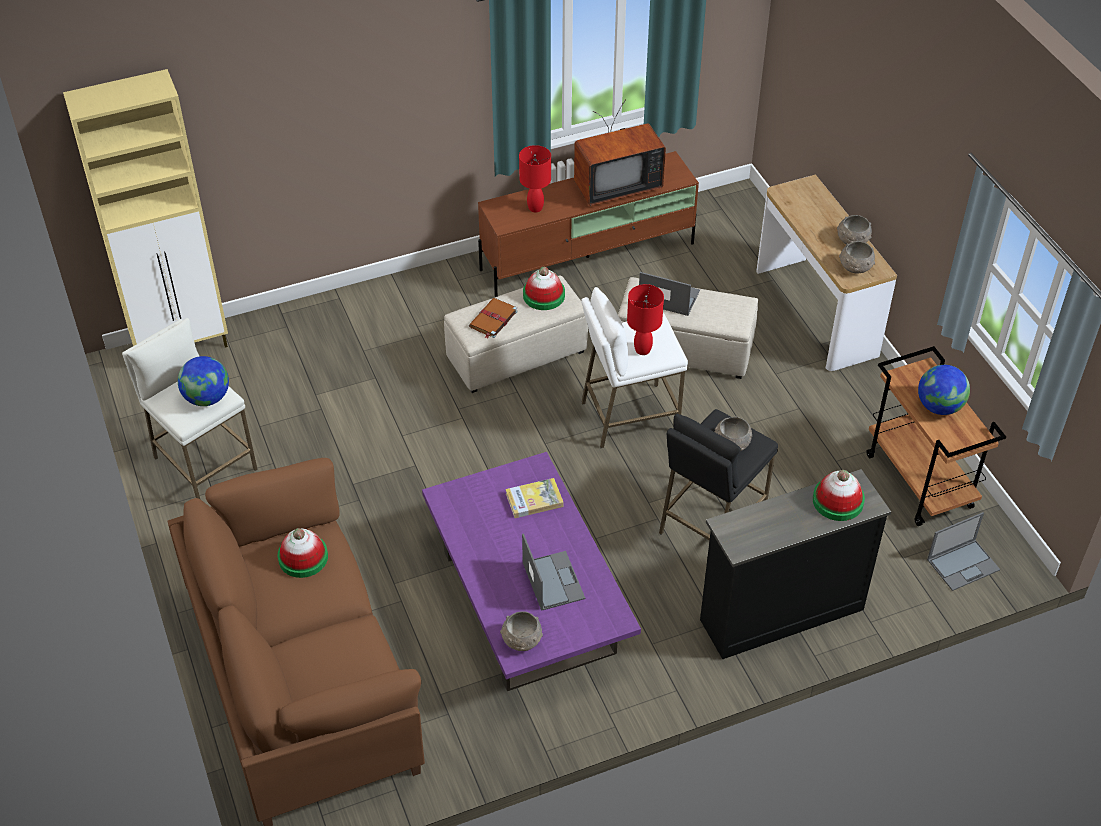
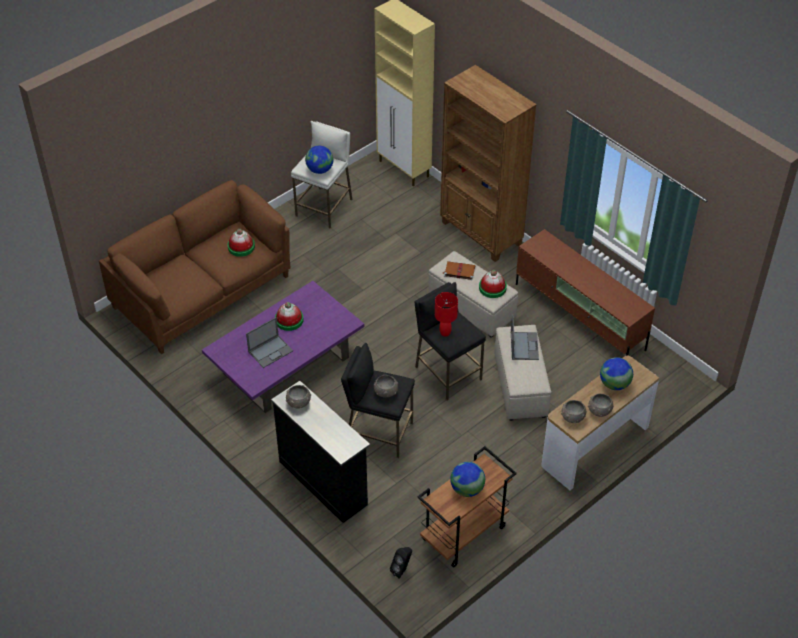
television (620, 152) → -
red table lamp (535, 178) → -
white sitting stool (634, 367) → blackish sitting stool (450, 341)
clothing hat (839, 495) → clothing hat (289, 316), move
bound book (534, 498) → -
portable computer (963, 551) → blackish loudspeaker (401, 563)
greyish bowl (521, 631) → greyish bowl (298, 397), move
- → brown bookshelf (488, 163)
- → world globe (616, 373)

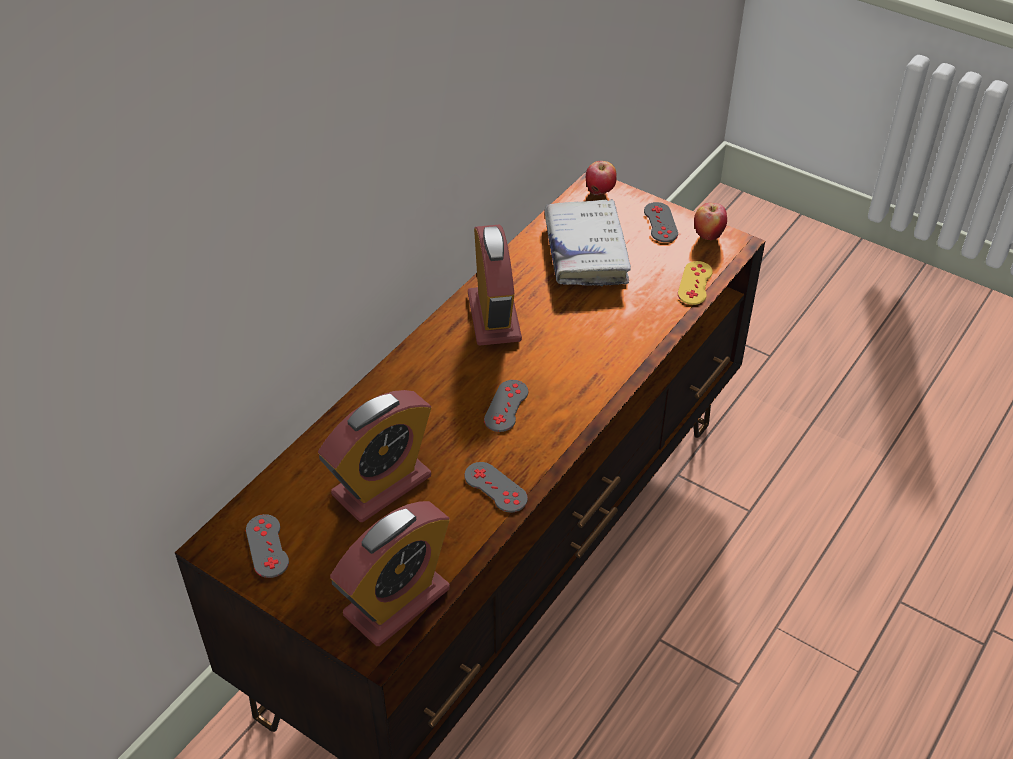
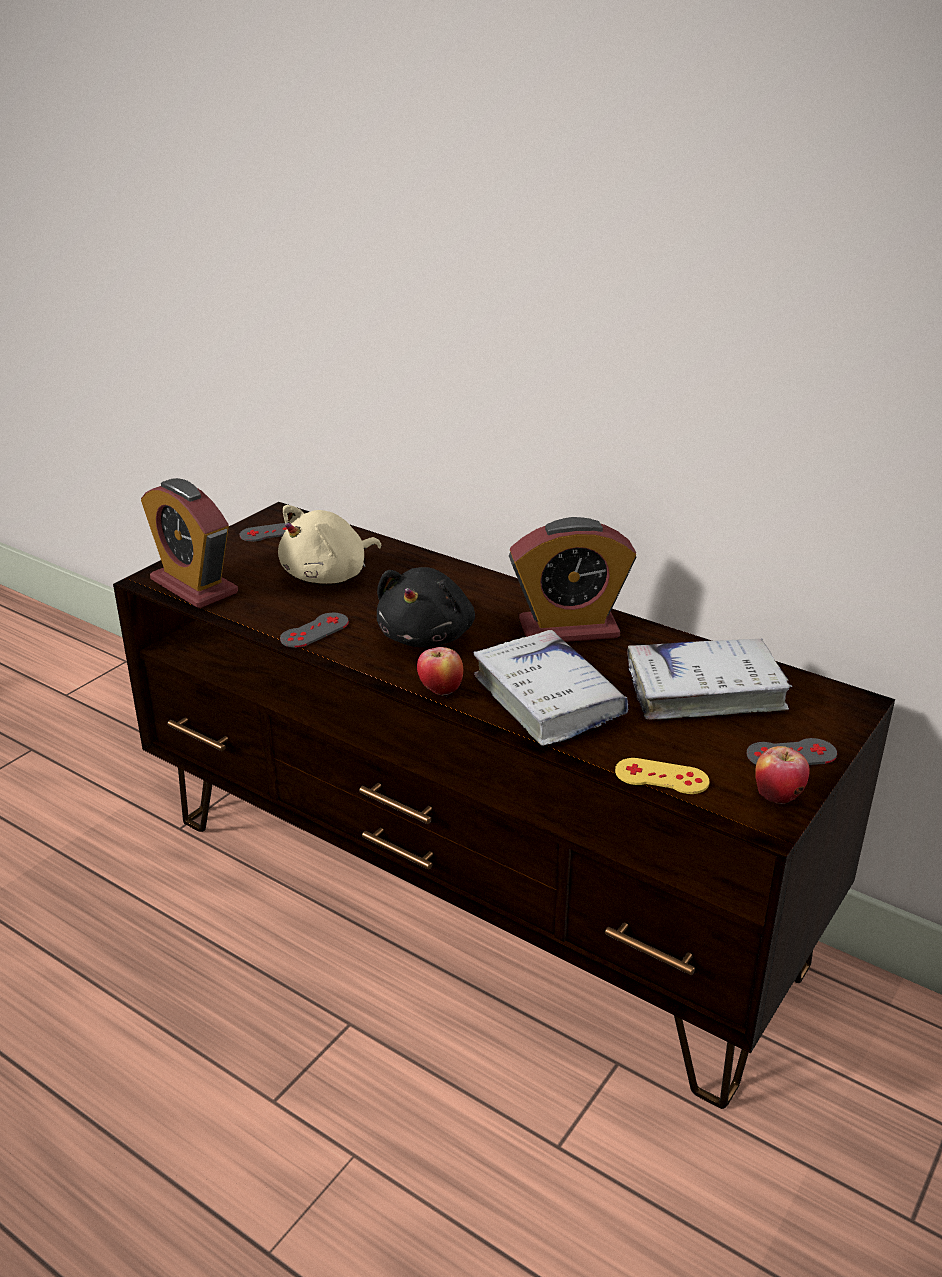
apple fruit (601, 178) → apple fruit (440, 671), move
greyish joypad (506, 406) → blackish soft toy (426, 607)
alarm clock (374, 456) → beige soft toy (329, 544)
- → white bound book (550, 688)

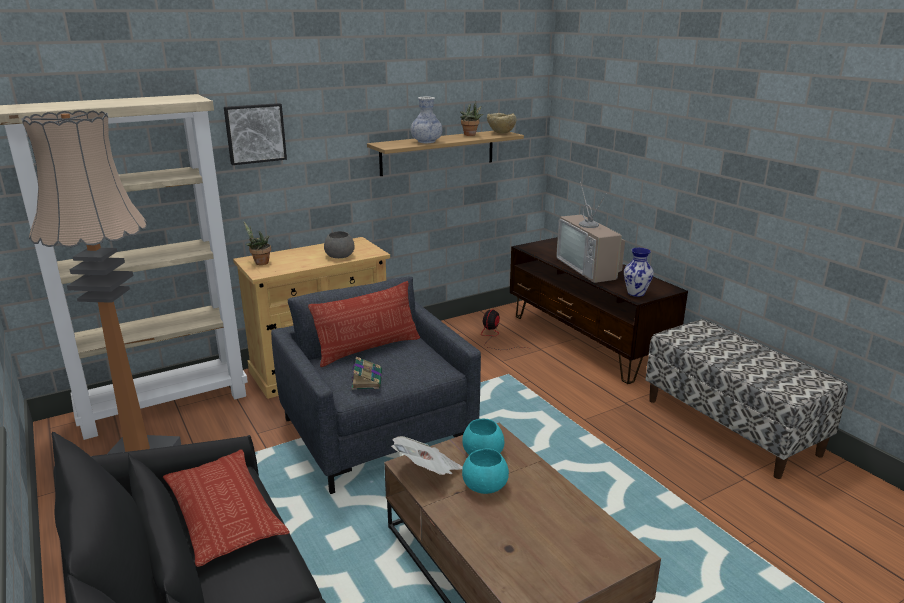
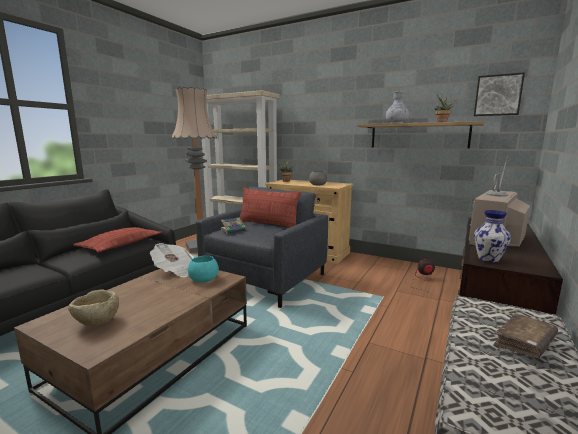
wall art (255, 134) → wall art (499, 94), move
beige bowl (501, 123) → beige bowl (93, 307), move
blue-green bowl (485, 471) → -
- → brown bound book (526, 335)

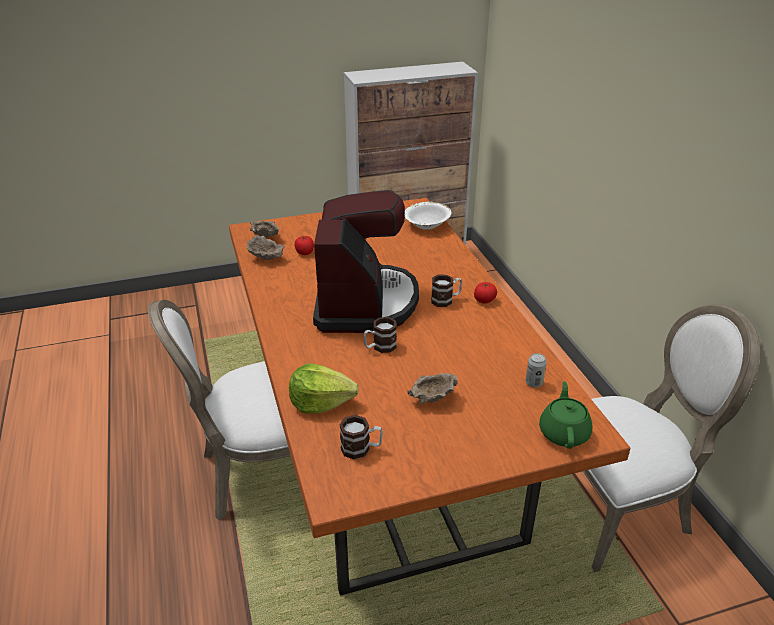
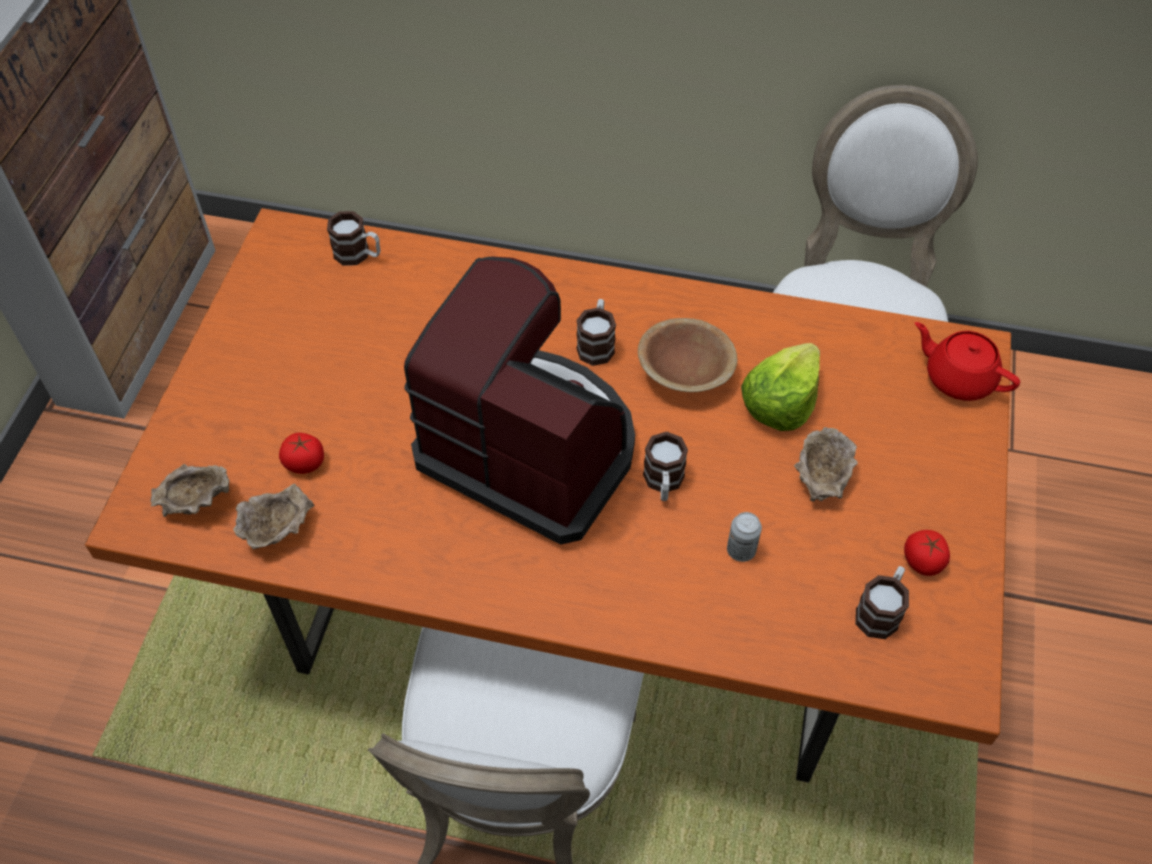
white bowl (428, 216) → coffee mug (354, 238)
whole tomato (485, 292) → whole tomato (927, 553), move
sealed can (536, 370) → sealed can (744, 537), move
lettuce head (324, 389) → lettuce head (780, 387), move
greenish teapot (565, 415) → red teapot (967, 361)
- → brown bowl (687, 355)

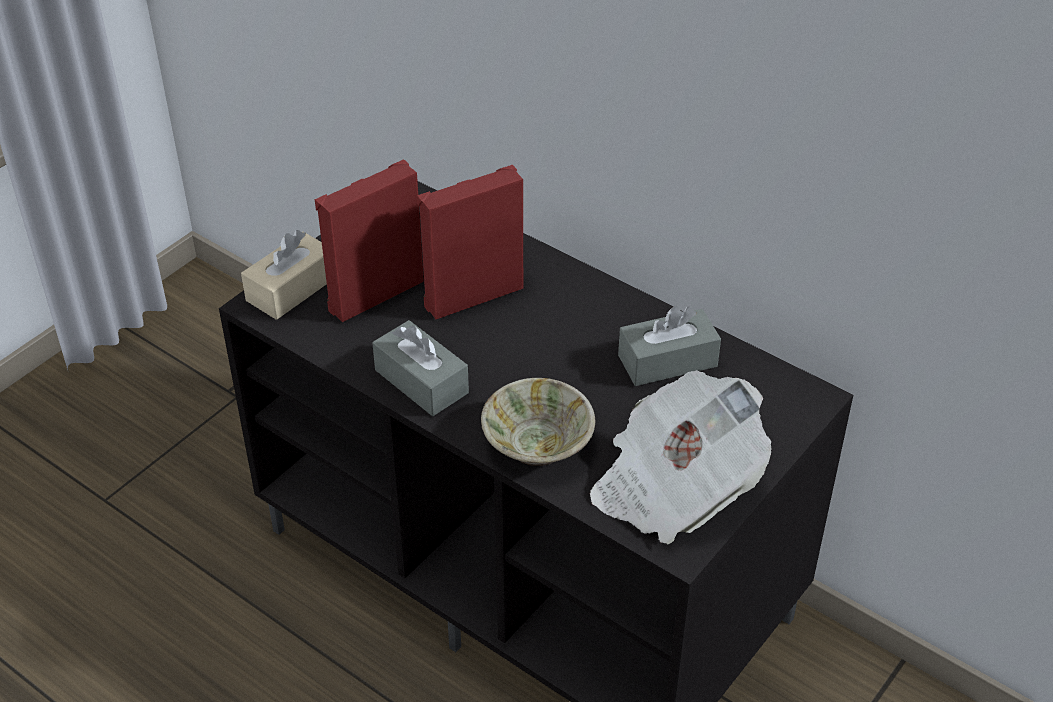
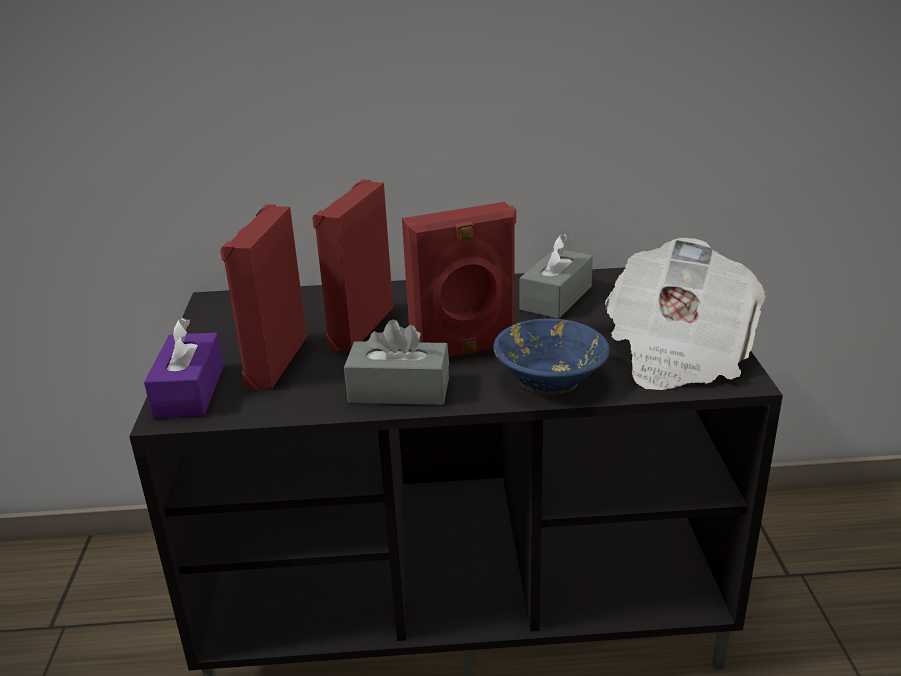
beige box of tissues (284, 275) → purplish box of tissues (184, 368)
beige bowl (538, 422) → bluish bowl (551, 356)
- → red loudspeaker (459, 280)

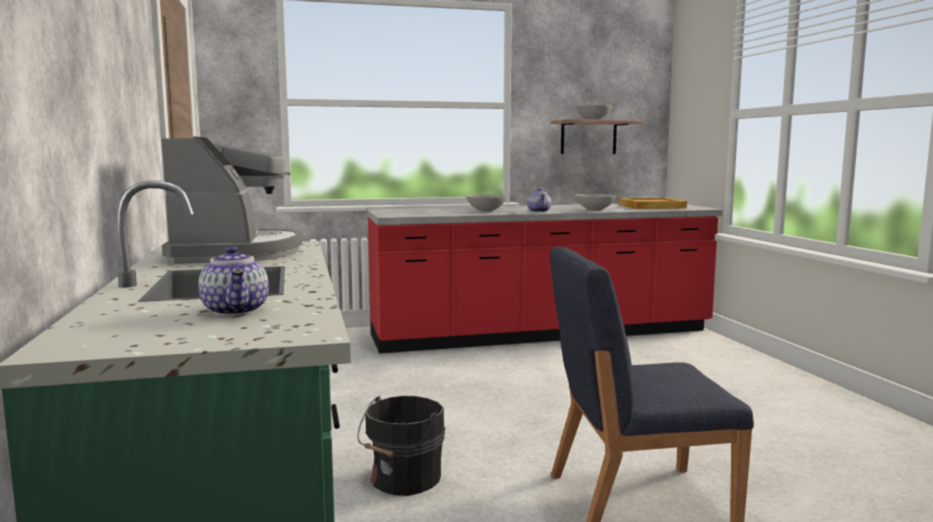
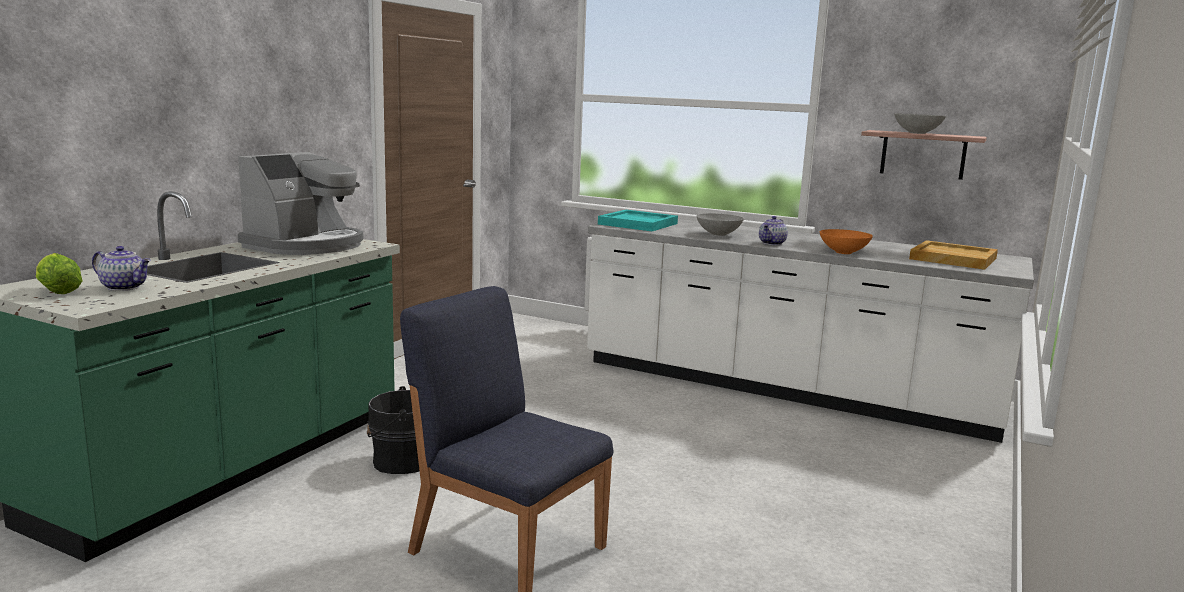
greyish bowl (595, 202) → orange bowl (846, 241)
red counter (544, 278) → white counter (810, 331)
teapot (233, 281) → teapot (121, 268), 90 degrees counterclockwise
- → blue-green serving tray (638, 220)
- → lettuce head (59, 273)

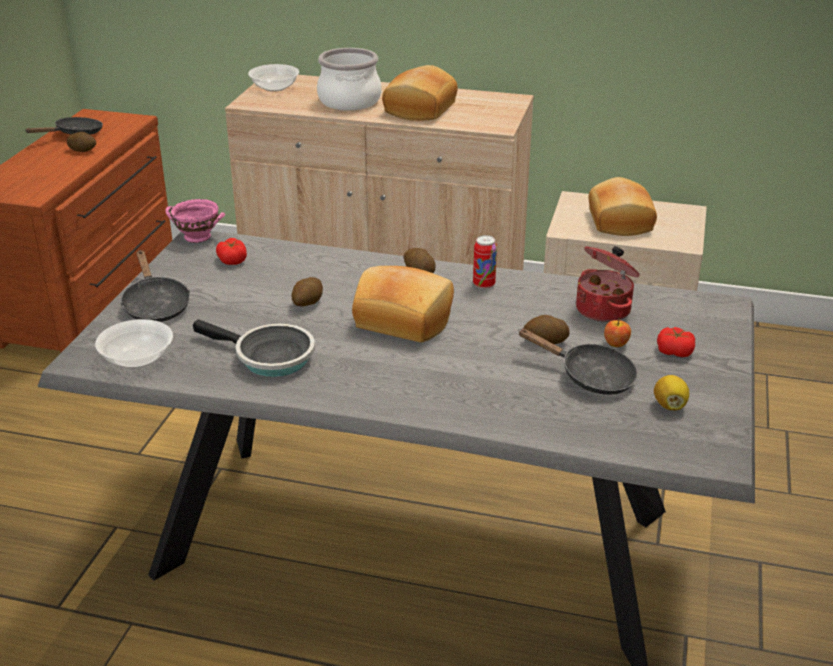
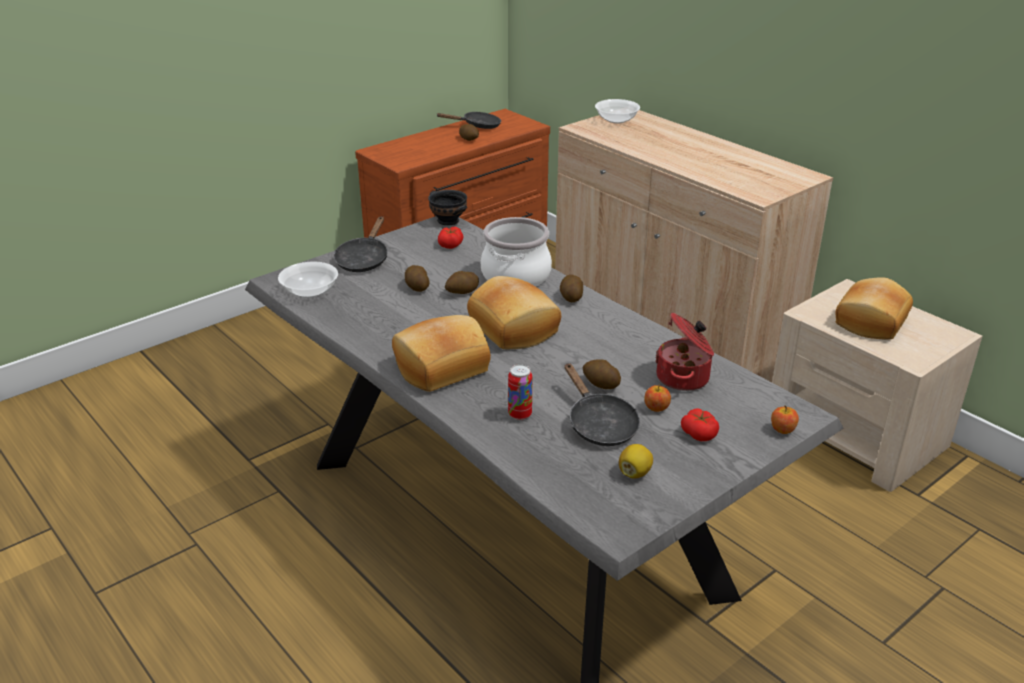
stockpot (349, 79) → stockpot (516, 251), move
baked bread (420, 93) → baked bread (441, 353), move
pink-coloured bowl (195, 221) → blackish bowl (447, 207)
sealed can (485, 262) → sealed can (520, 392), move
frying pan (254, 348) → -
- → whole potato (417, 278)
- → apple fruit (785, 419)

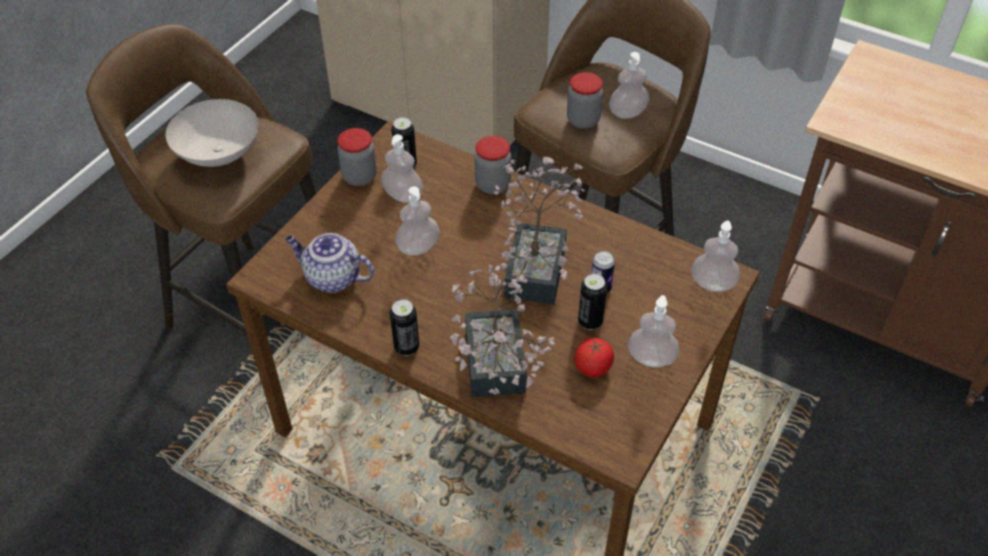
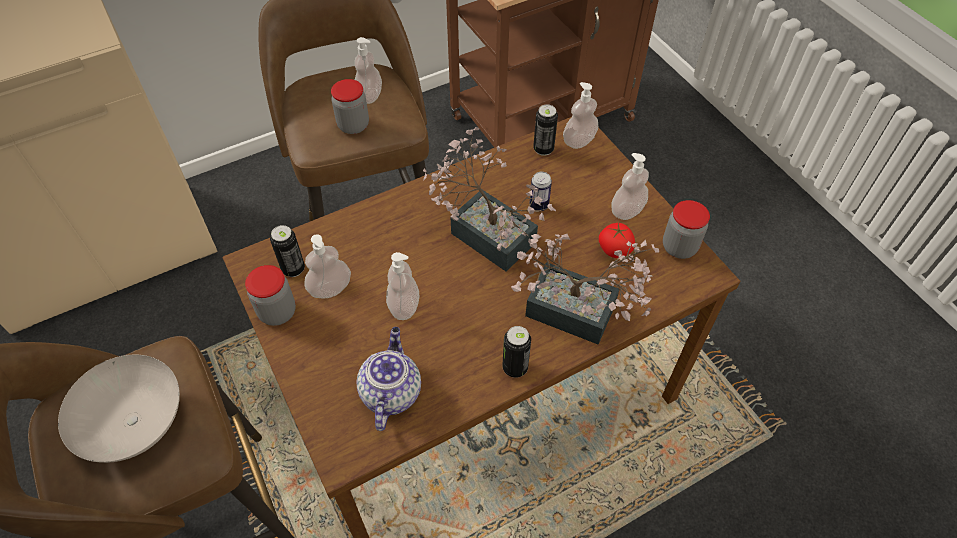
jar (492, 165) → jar (686, 229), move
teapot (329, 263) → teapot (388, 379), 135 degrees clockwise
sealed can (592, 302) → sealed can (545, 130), move

